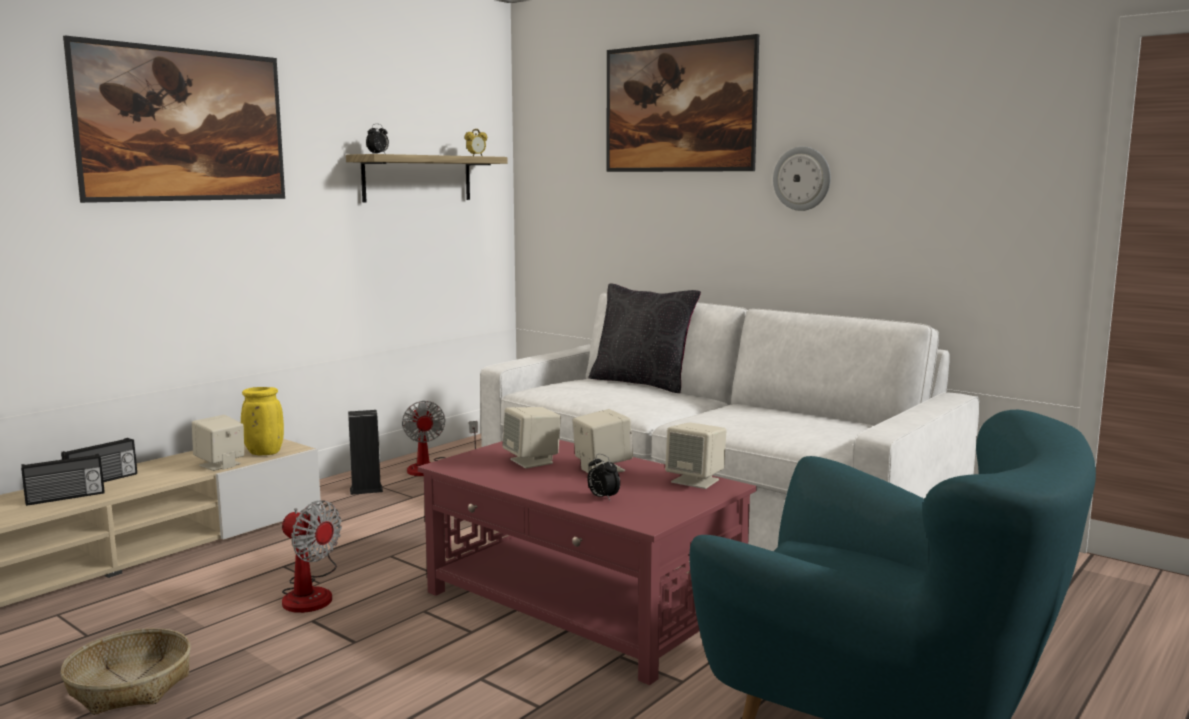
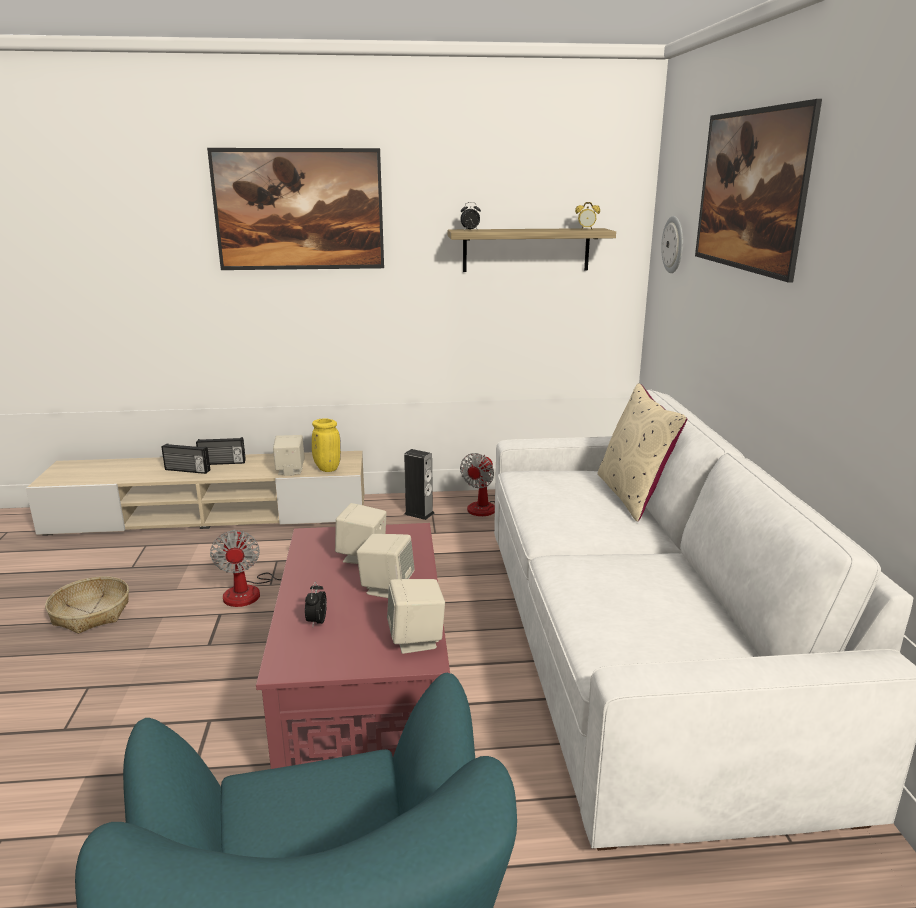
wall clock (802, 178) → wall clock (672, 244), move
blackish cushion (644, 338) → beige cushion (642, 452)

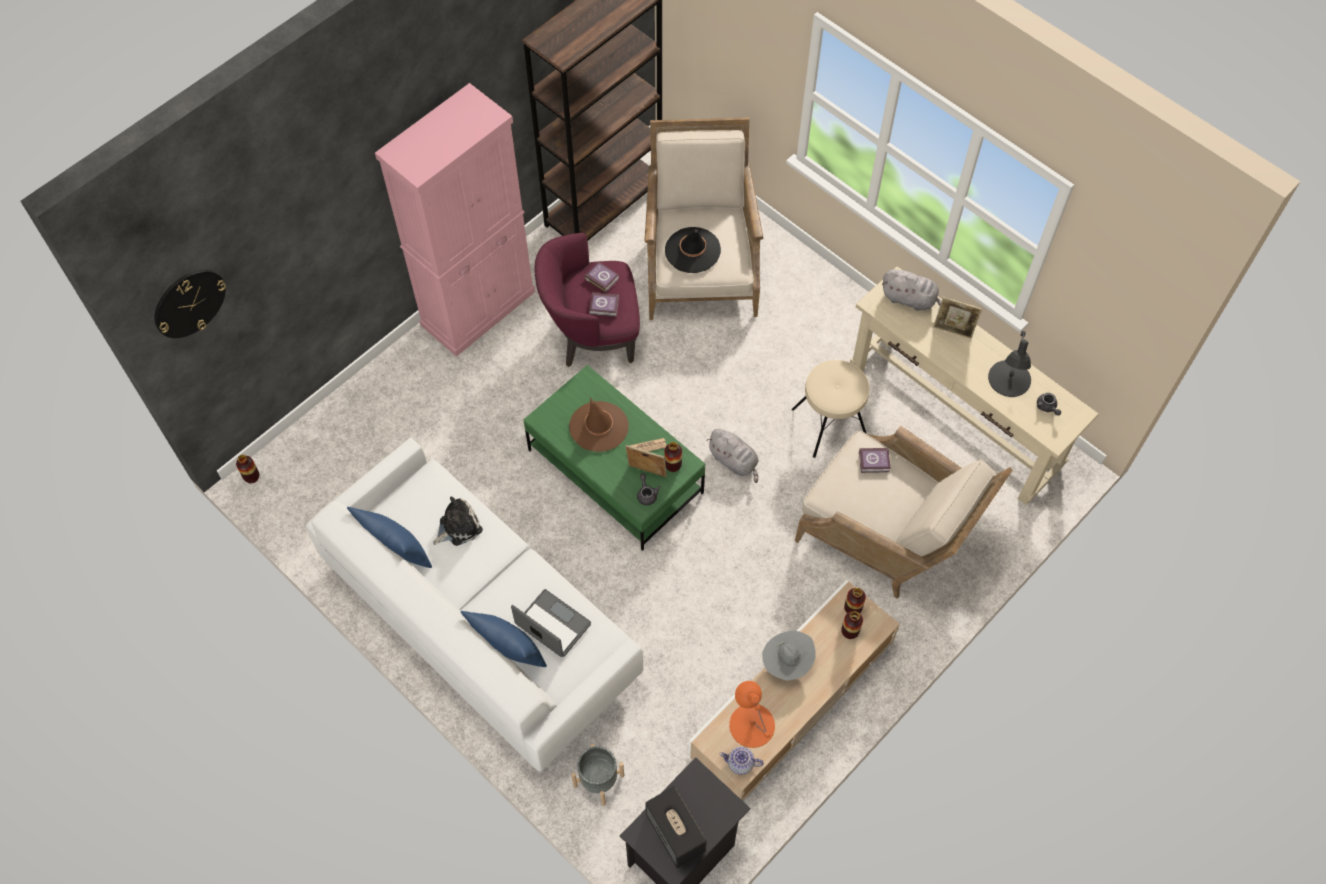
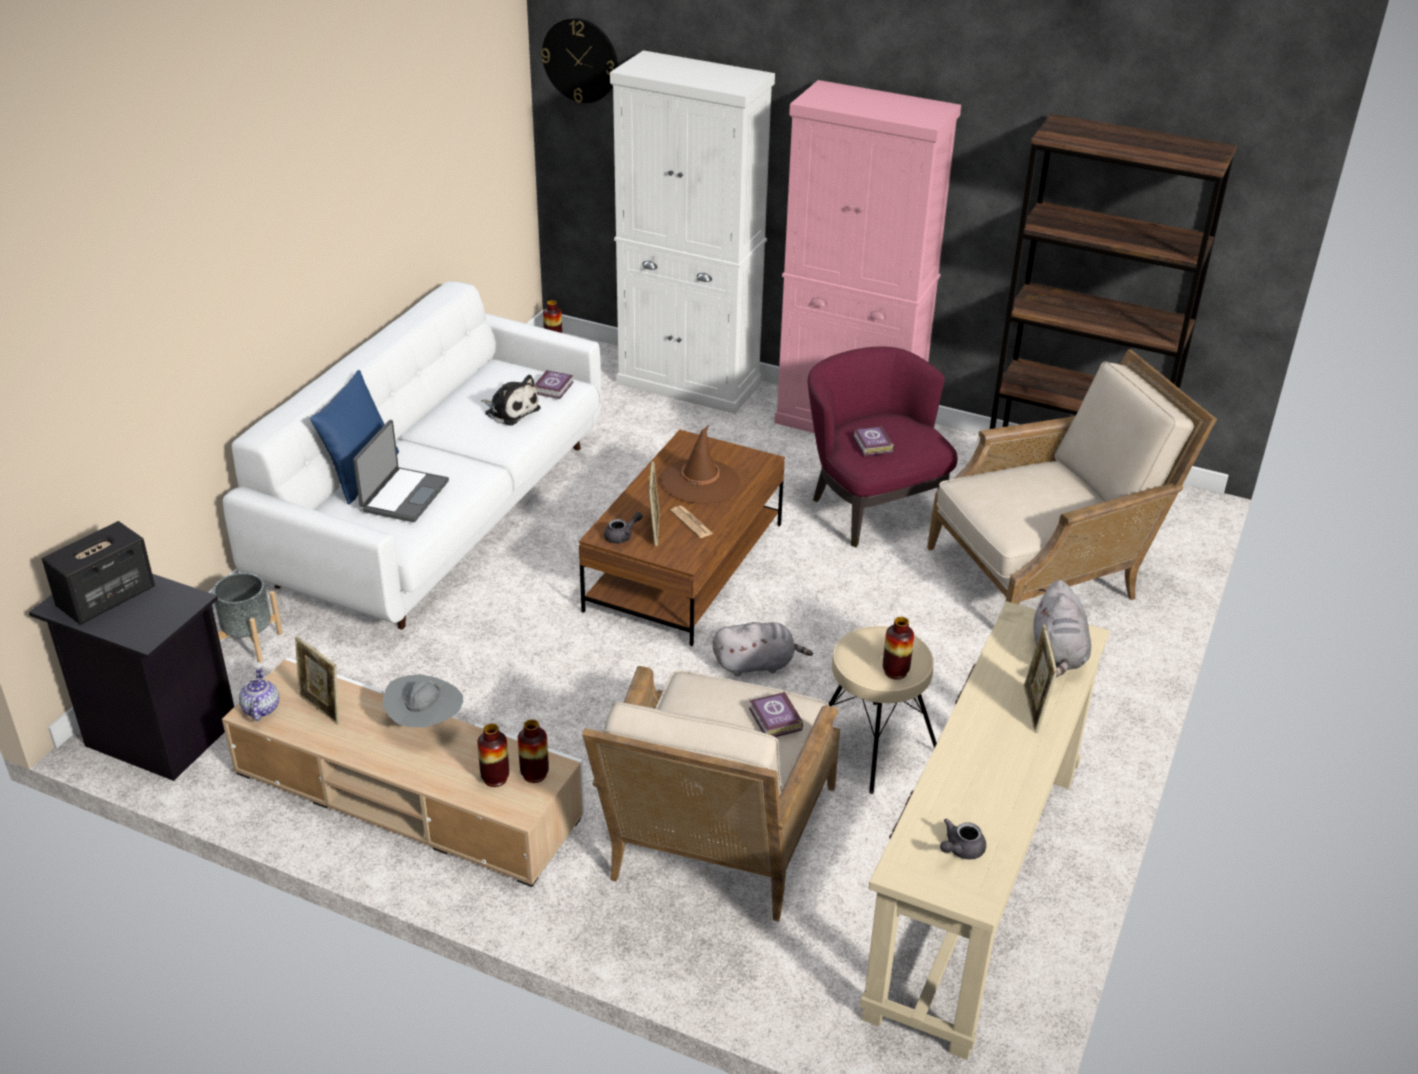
blackish clothing hat (693, 250) → -
bound book (601, 277) → bound book (554, 384), move
blackish table lamp (1009, 364) → -
greenish low table (615, 458) → brown low table (682, 538)
greyish soft toy (732, 456) → greyish soft toy (762, 649), 120 degrees counterclockwise
vase (673, 457) → vase (898, 648), move
bluish cushion (389, 537) → -
orange table lamp (752, 714) → photo frame (317, 680)
- → white cabinet (692, 232)

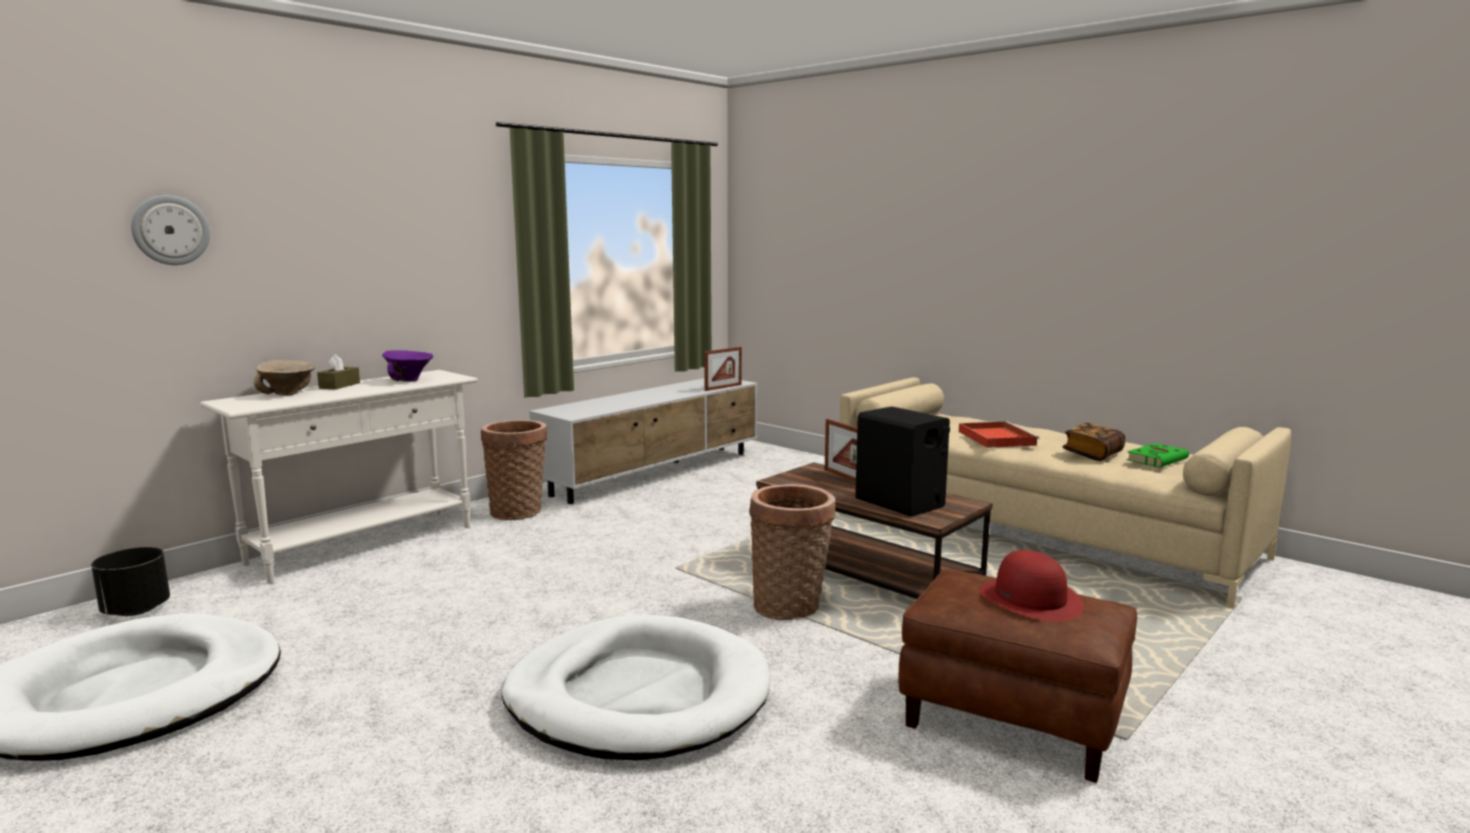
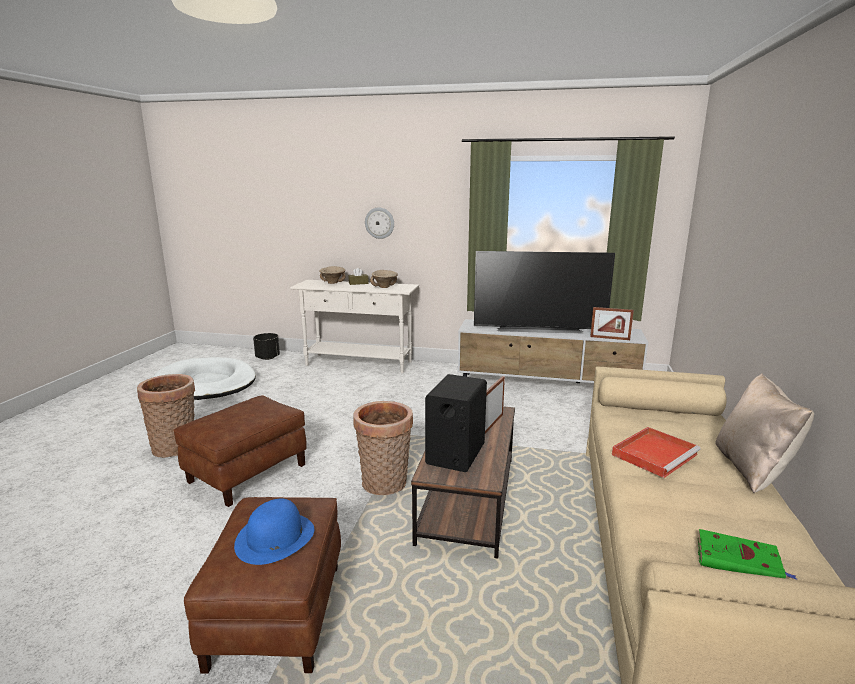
wall clock (170, 230) → wall clock (379, 223), move
purplish bowl (408, 365) → beige bowl (384, 279)
basket (514, 470) → basket (166, 416), move
bound book (1094, 442) → -
red clothing hat (1032, 585) → bluish clothing hat (274, 532)
white dog bed (635, 687) → brown pouffe (240, 451)
- → television (544, 292)
- → beige cushion (765, 433)

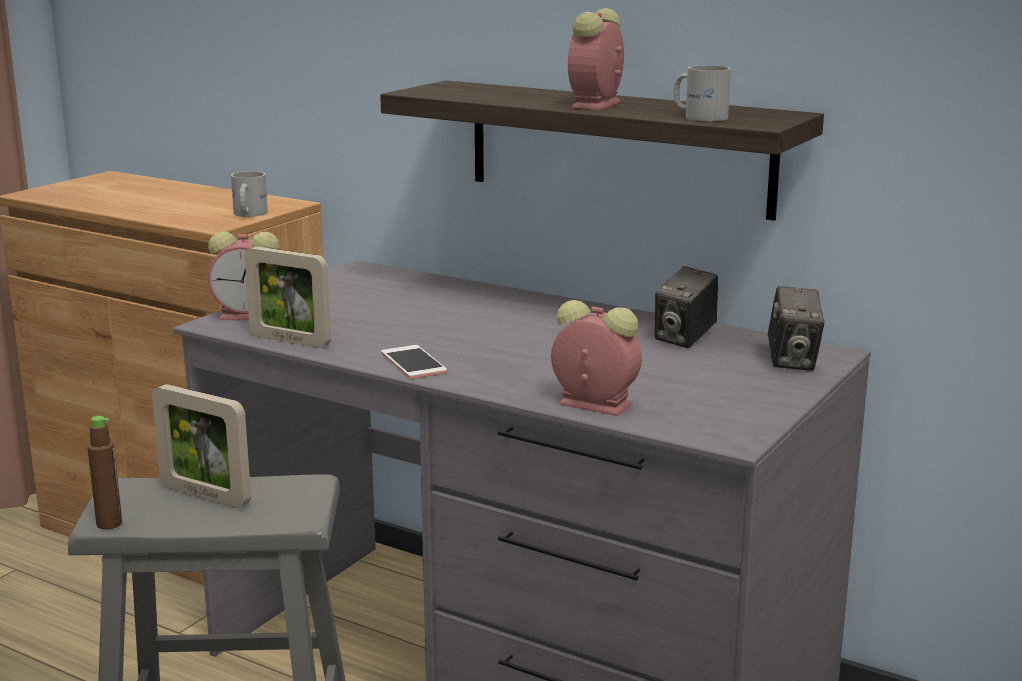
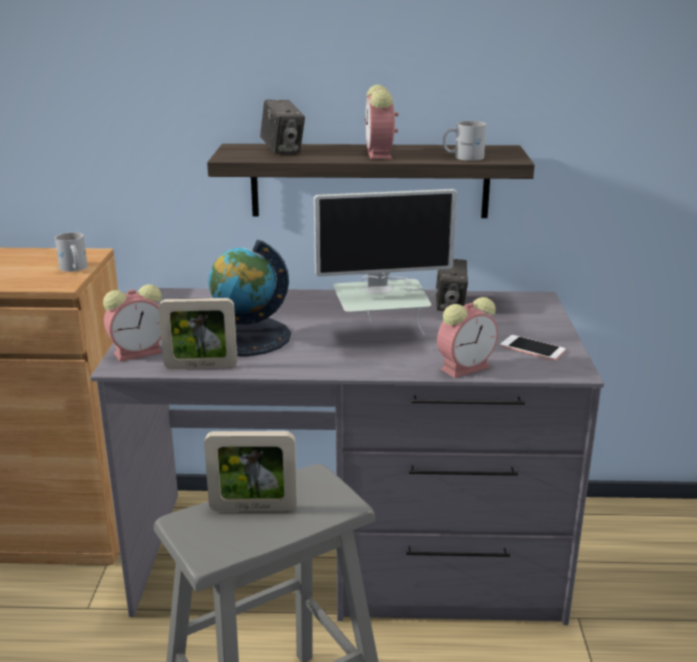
still camera (796, 328) → still camera (282, 126), move
alarm clock (596, 358) → alarm clock (467, 337), 150 degrees clockwise
phone (414, 362) → phone (532, 348), move
brown bottle (104, 472) → -
- → computer screen (385, 262)
- → world globe (249, 298)

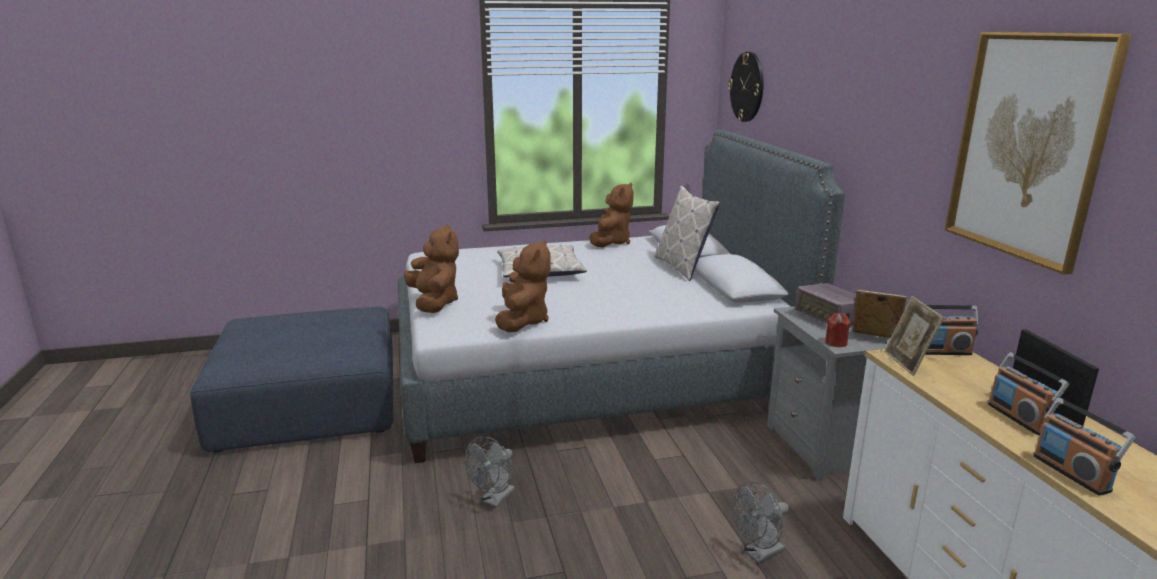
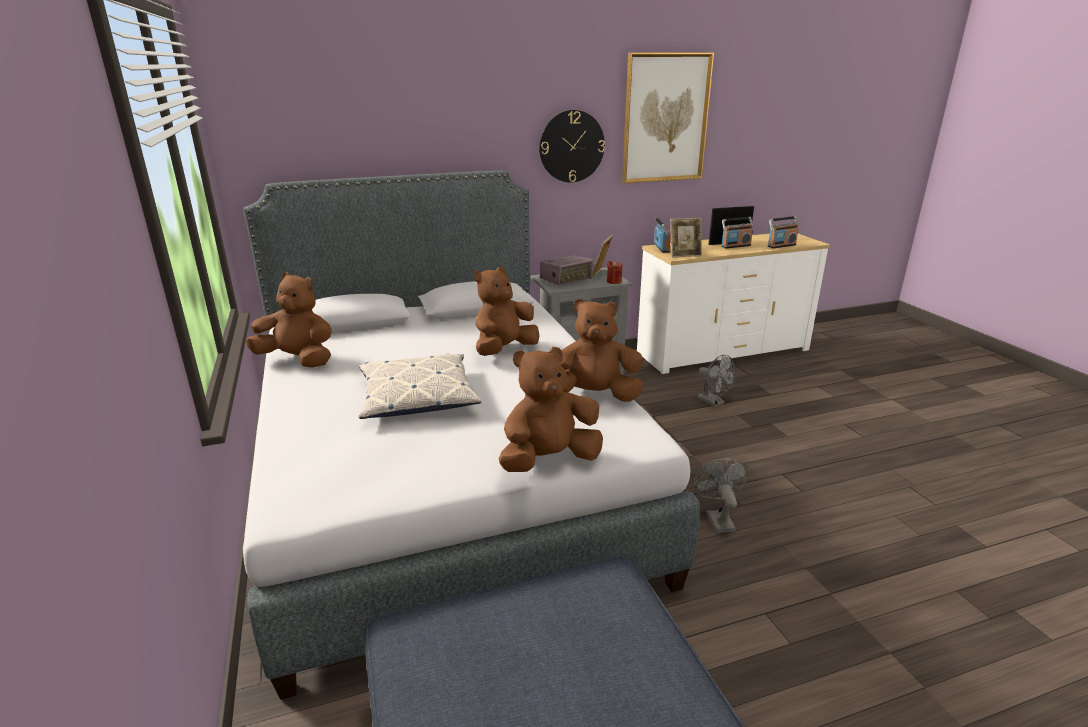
wall clock (746, 87) → wall clock (572, 146), move
cushion (687, 233) → -
greyish electric fan (490, 472) → greyish electric fan (720, 495), 120 degrees counterclockwise
- → brown soft toy (506, 311)

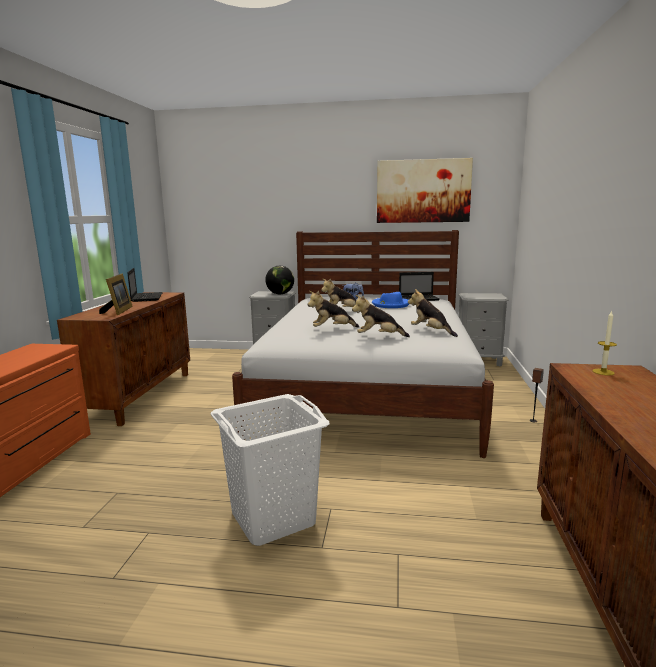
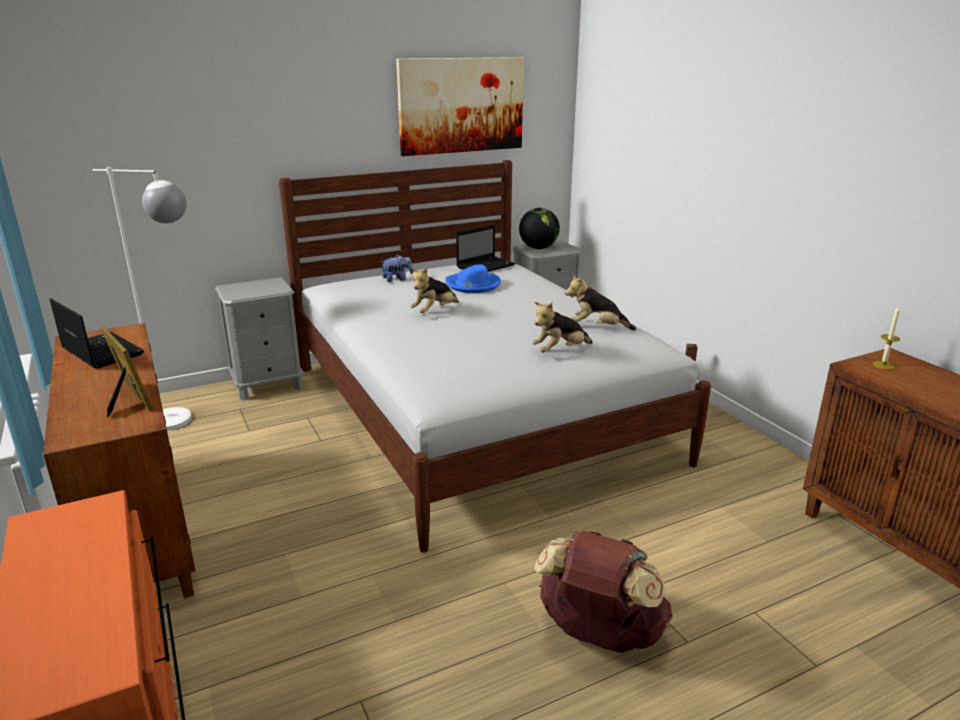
world globe (279, 280) → world globe (539, 228), move
soft toy (333, 309) → -
white laundry basket (269, 470) → brown knapsack (603, 592)
- → white standard lamp (142, 299)

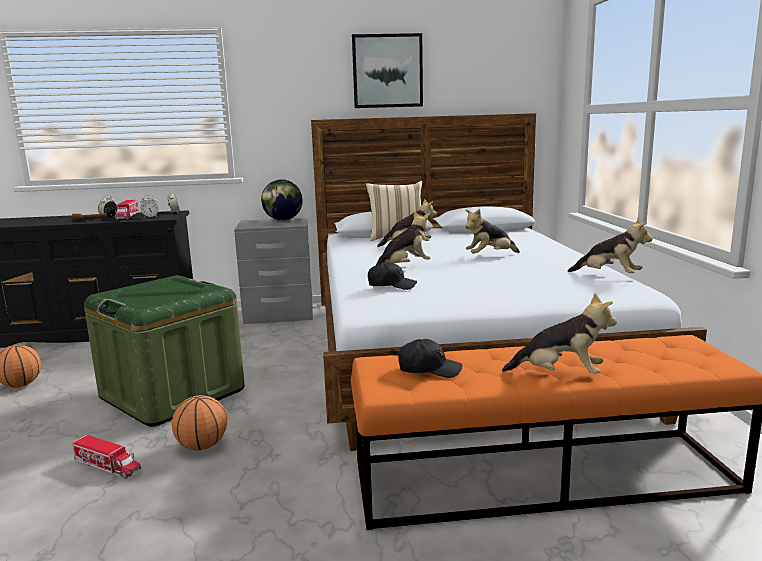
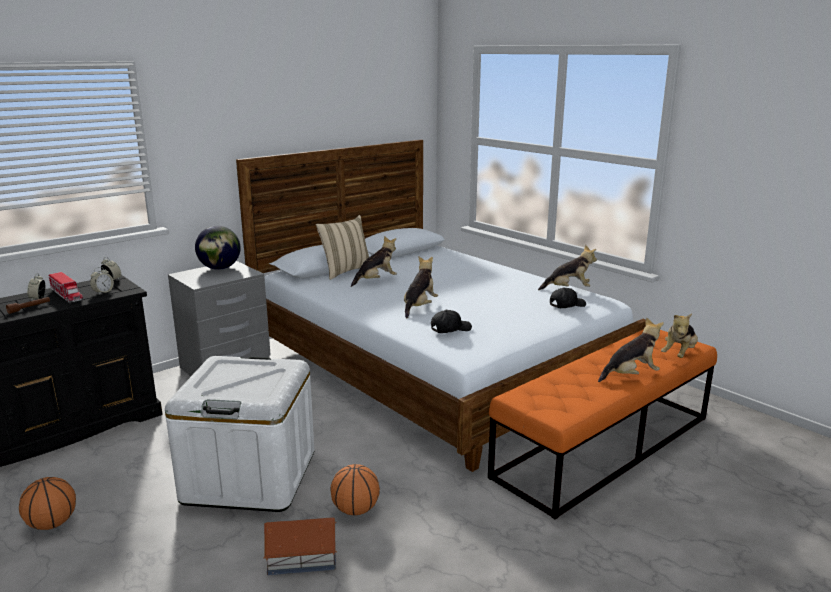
wall art (387, 70) → -
soft toy (492, 231) → soft toy (679, 335), move
greenish storage container (164, 351) → white storage container (240, 434)
blackish peaked cap (430, 358) → blackish peaked cap (568, 297), move
toy lorry (107, 457) → toy house (300, 546)

